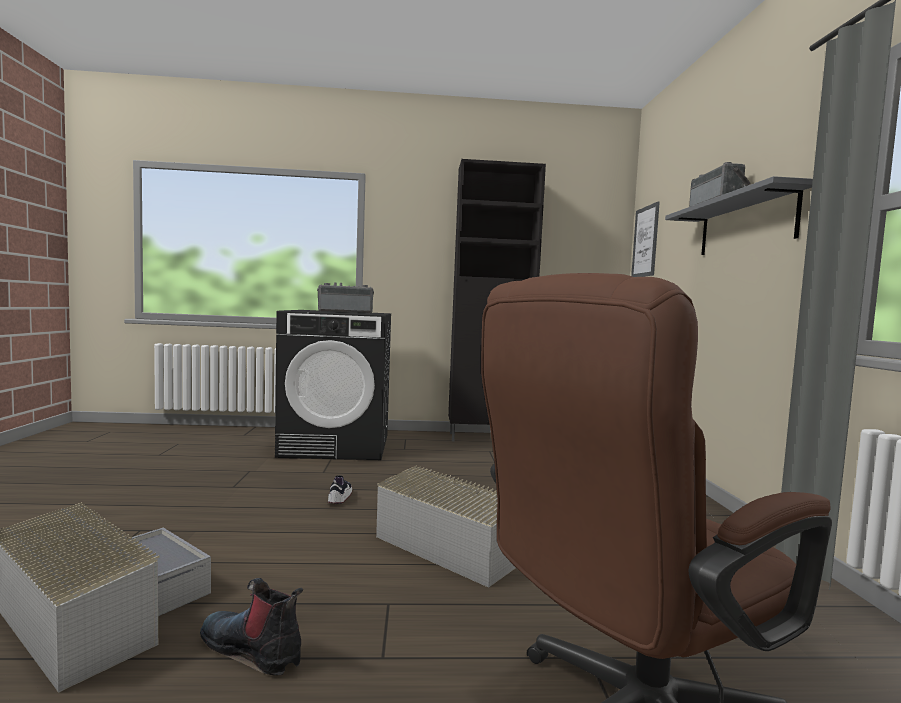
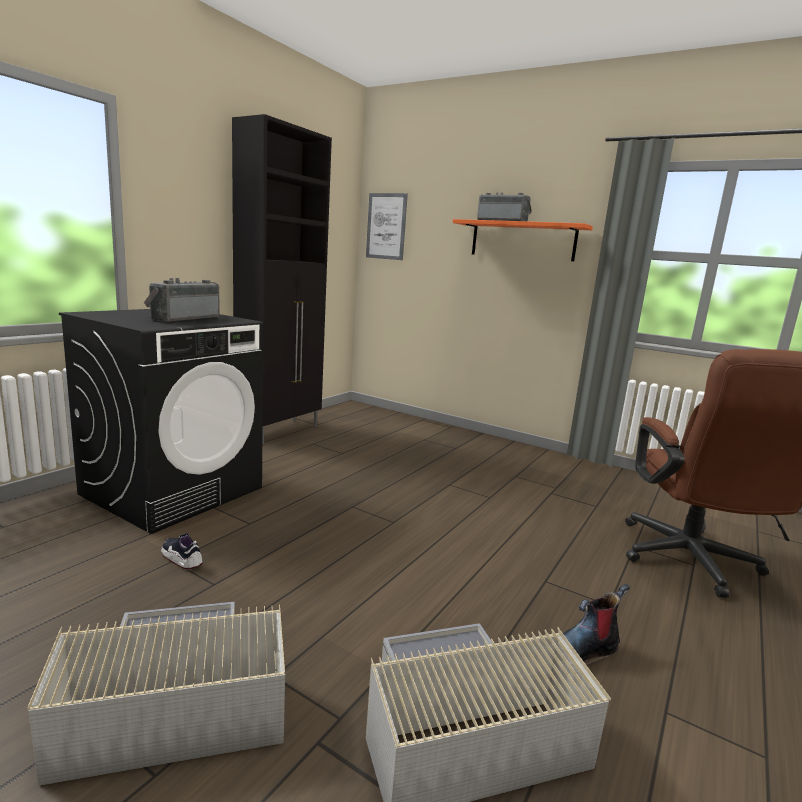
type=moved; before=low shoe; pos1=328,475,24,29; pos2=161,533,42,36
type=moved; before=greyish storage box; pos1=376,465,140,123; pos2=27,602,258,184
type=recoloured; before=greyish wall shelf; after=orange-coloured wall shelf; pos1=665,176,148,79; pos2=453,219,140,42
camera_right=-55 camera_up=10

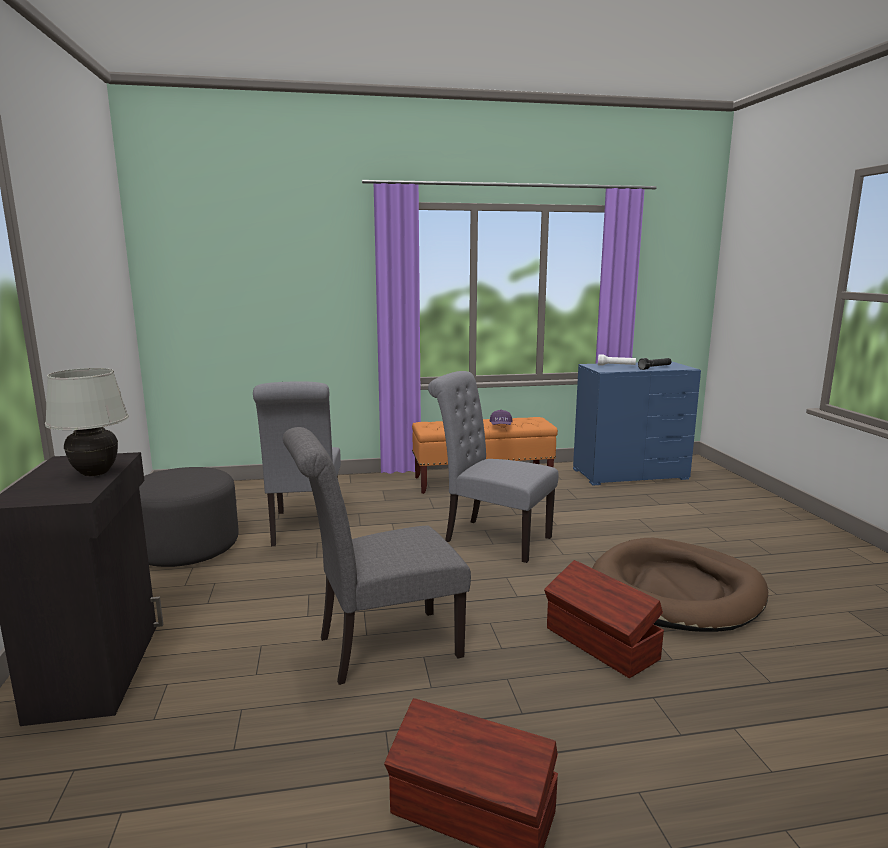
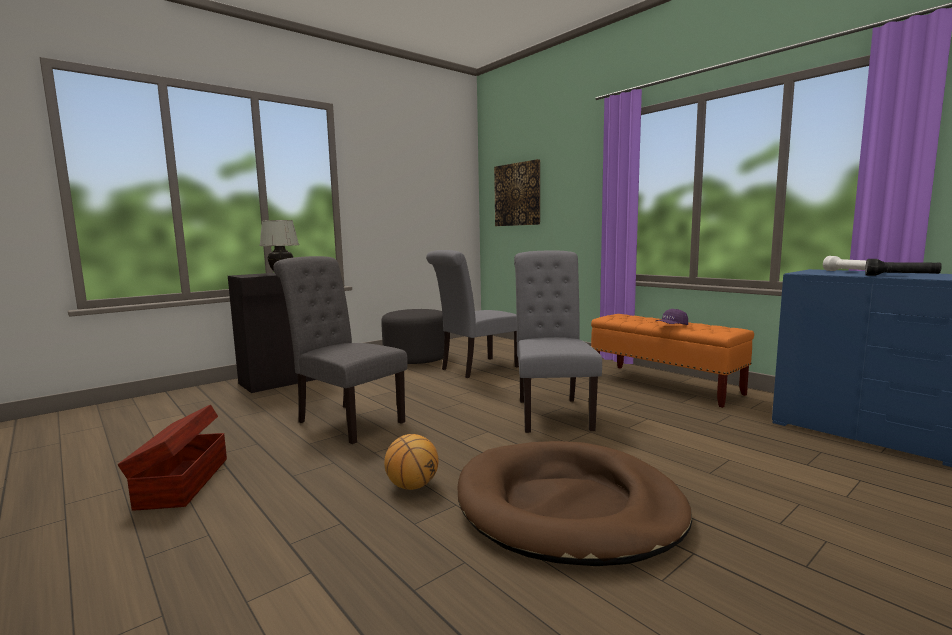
type=added; after=wall picture; pos2=494,159,46,67
type=replaced; before=brownish storage box; after=basketball; pos1=544,560,120,118; pos2=384,434,55,56
camera_right=60 camera_up=-5

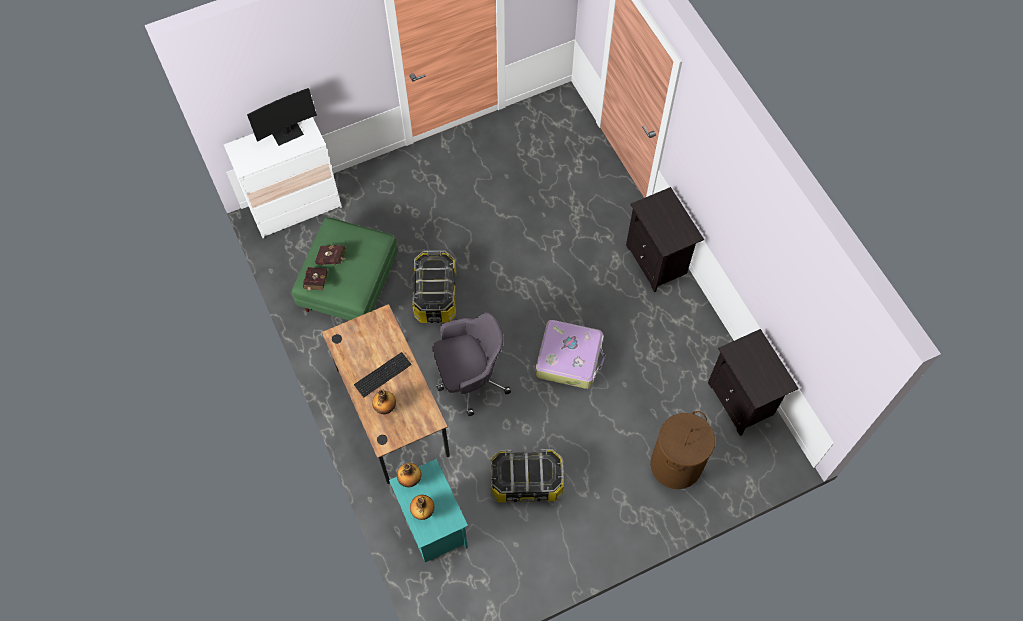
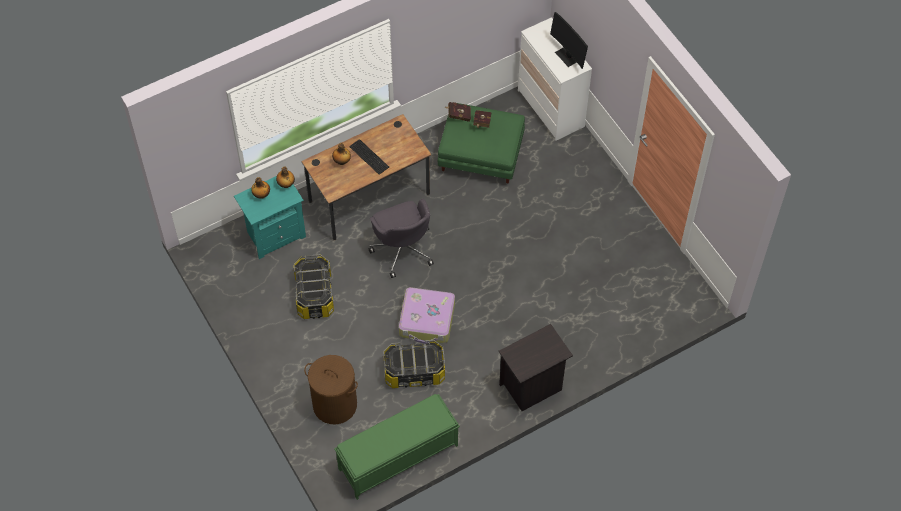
type=moved; before=storage box; pos1=412,250,44,73; pos2=383,340,62,48
type=replaced; before=black night table; after=green-coloured bench; pos1=708,329,91,107; pos2=334,394,126,106
camera_right=85 camera_up=-5

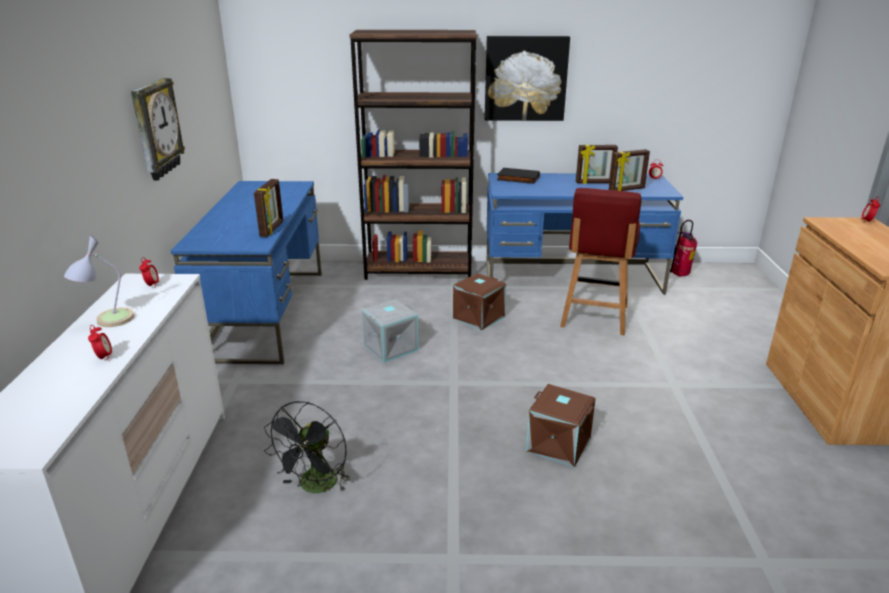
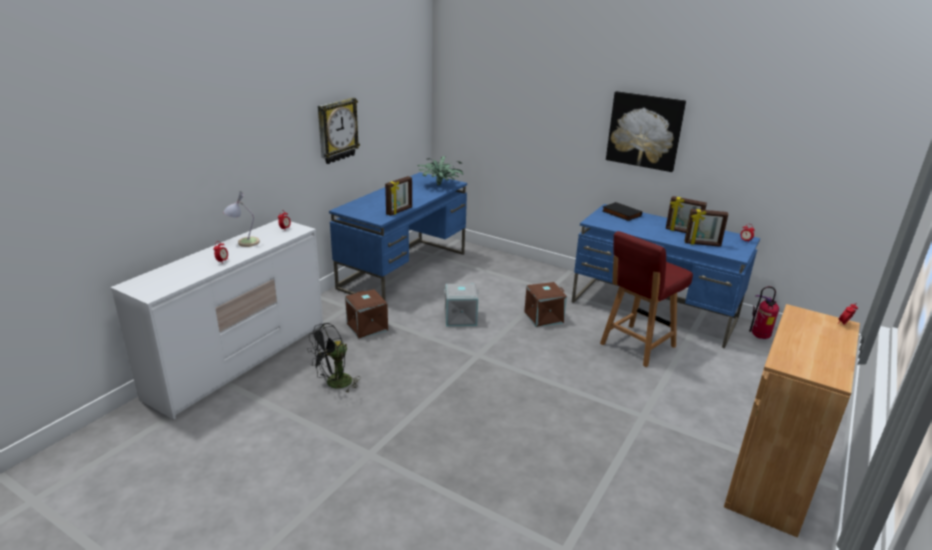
type=removed; before=brownish bookshelf; pos1=350,30,127,250
type=added; after=houseplant; pos2=418,156,45,30
type=moved; before=brownish storage box; pos1=526,384,70,83; pos2=345,289,43,50
camera_right=30 camera_up=0

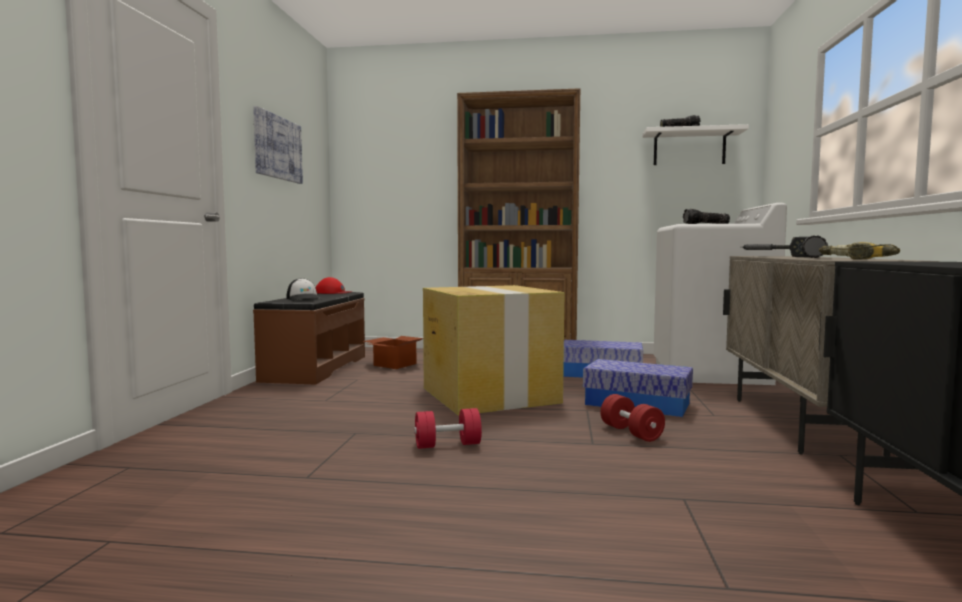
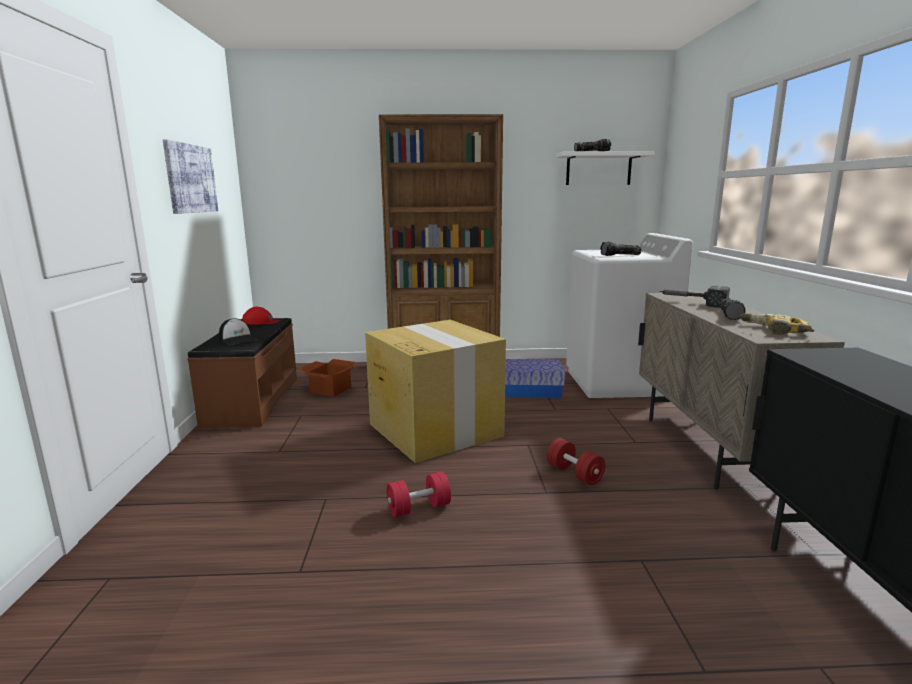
type=removed; before=storage box; pos1=583,359,110,58
camera_right=-10 camera_up=10

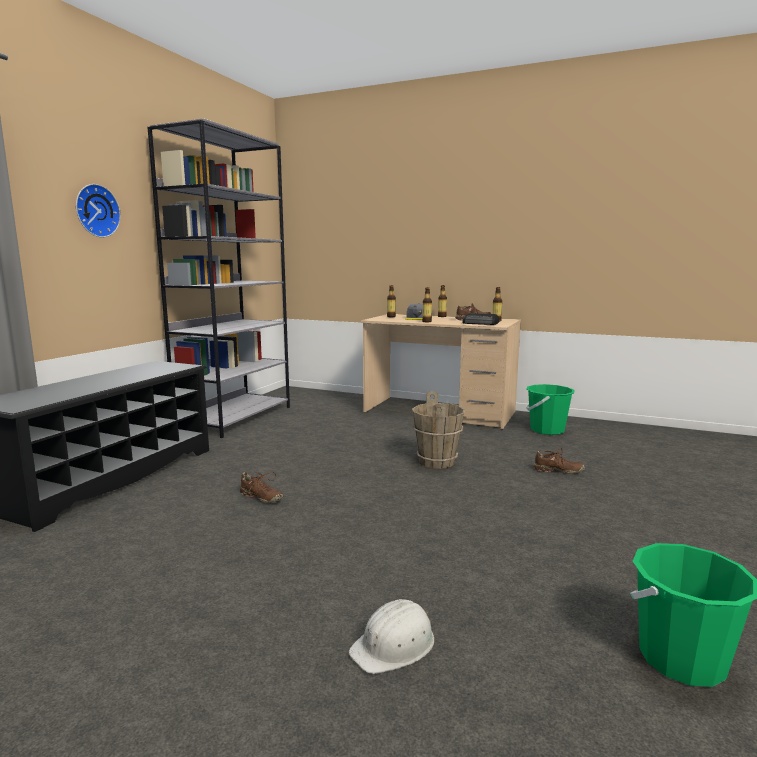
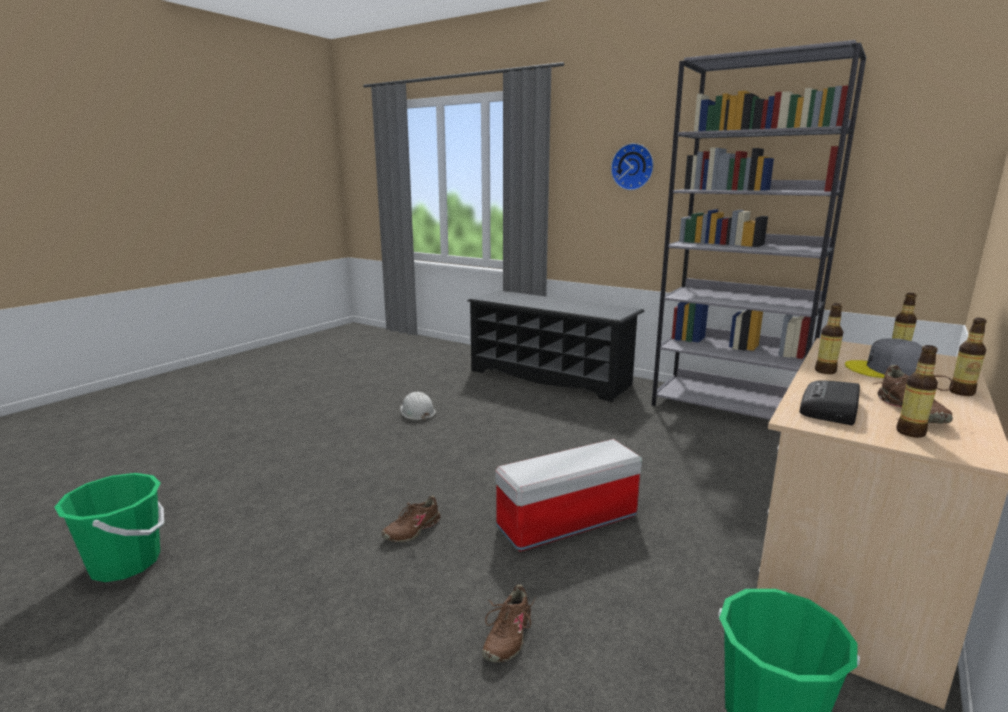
type=moved; before=brownish low shoe; pos1=239,472,44,31; pos2=381,495,60,47
type=moved; before=whitish work helmet; pos1=349,599,85,75; pos2=401,392,35,29
type=replaced; before=brownish water bucket; after=storage box; pos1=412,391,53,78; pos2=496,439,146,113
camera_right=100 camera_up=5

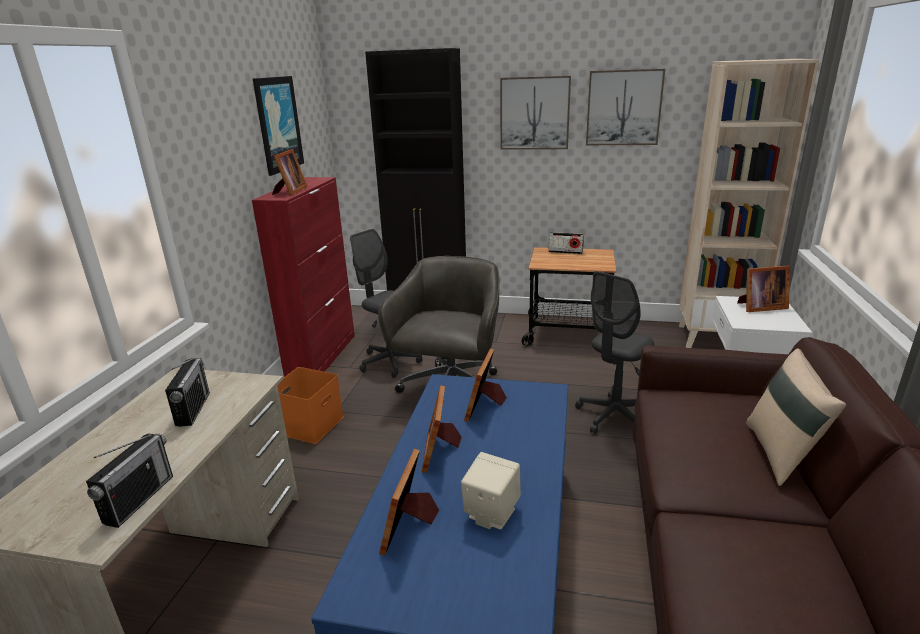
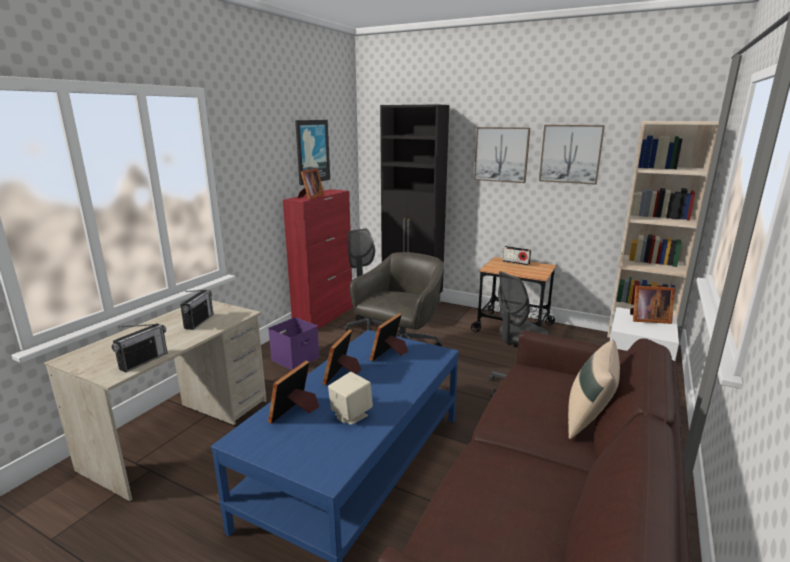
type=recoloured; before=orange-coloured storage box; after=purple storage box; pos1=278,367,66,77; pos2=268,317,52,53
camera_right=15 camera_up=-5

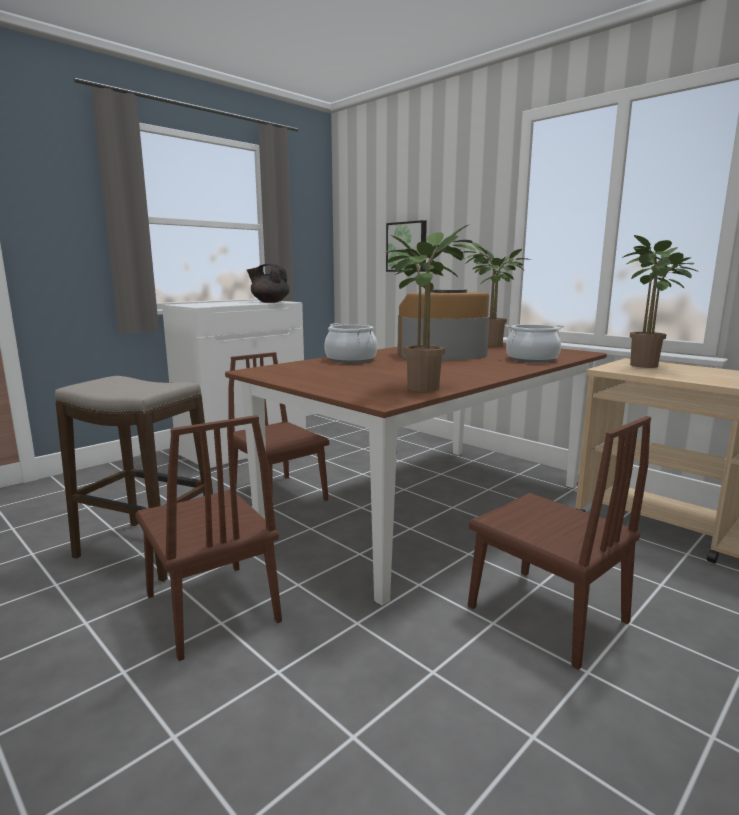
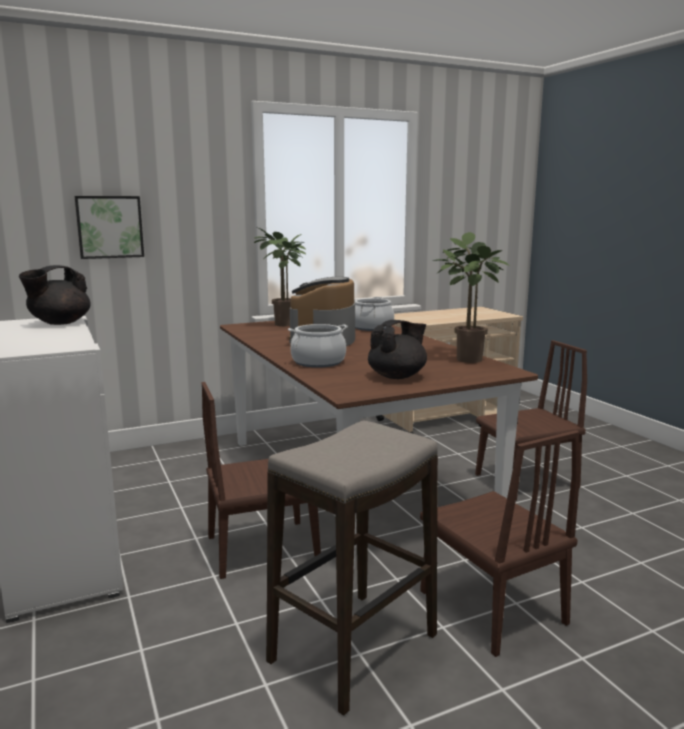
type=removed; before=houseplant; pos1=622,235,77,133
type=added; after=black tea pot; pos2=368,320,59,59
type=turned; before=brownish plain chair; pos1=135,415,147,246; pos2=420,430,160,227; turn=75
camera_right=-70 camera_up=0

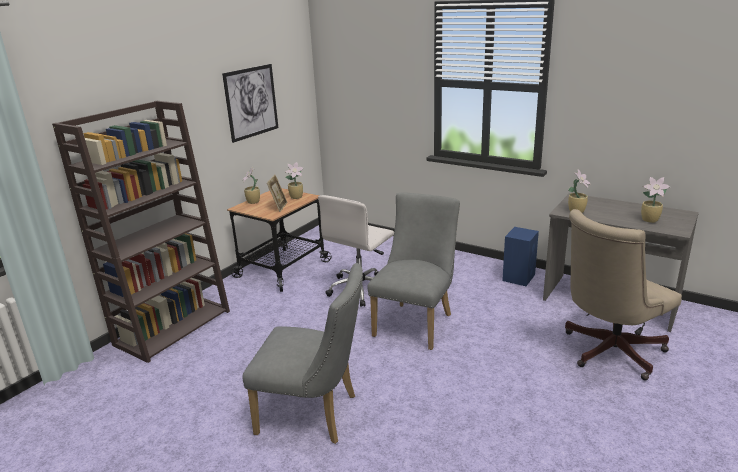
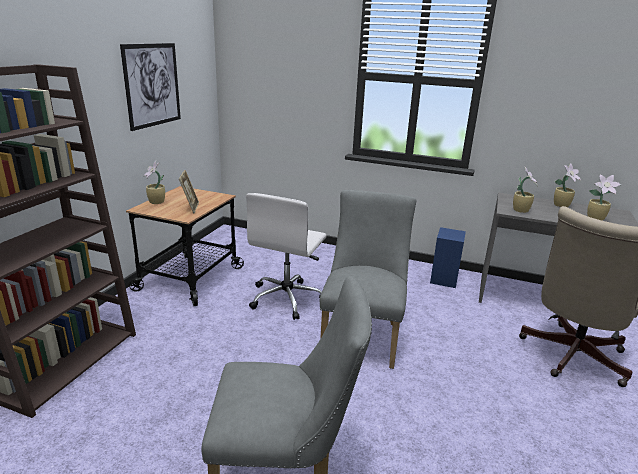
type=moved; before=houseplant; pos1=285,162,19,37; pos2=554,163,27,44
camera_right=-15 camera_up=0

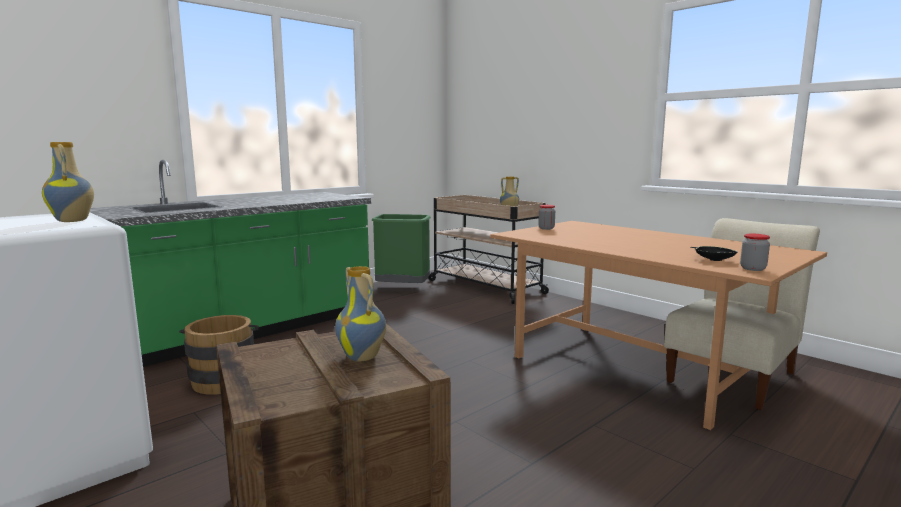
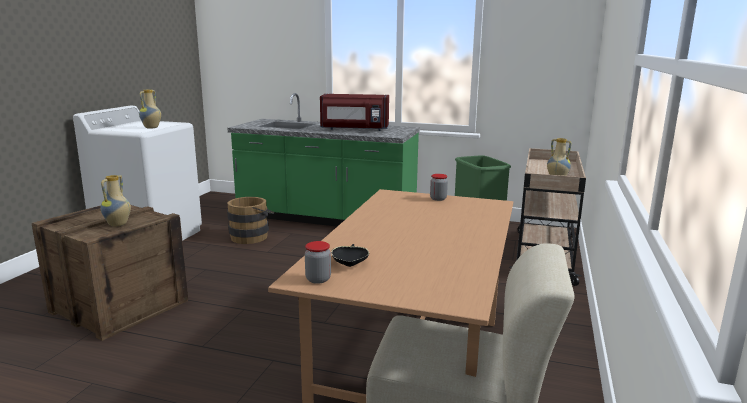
type=added; after=red microwave; pos2=320,94,69,37
camera_right=60 camera_up=5

